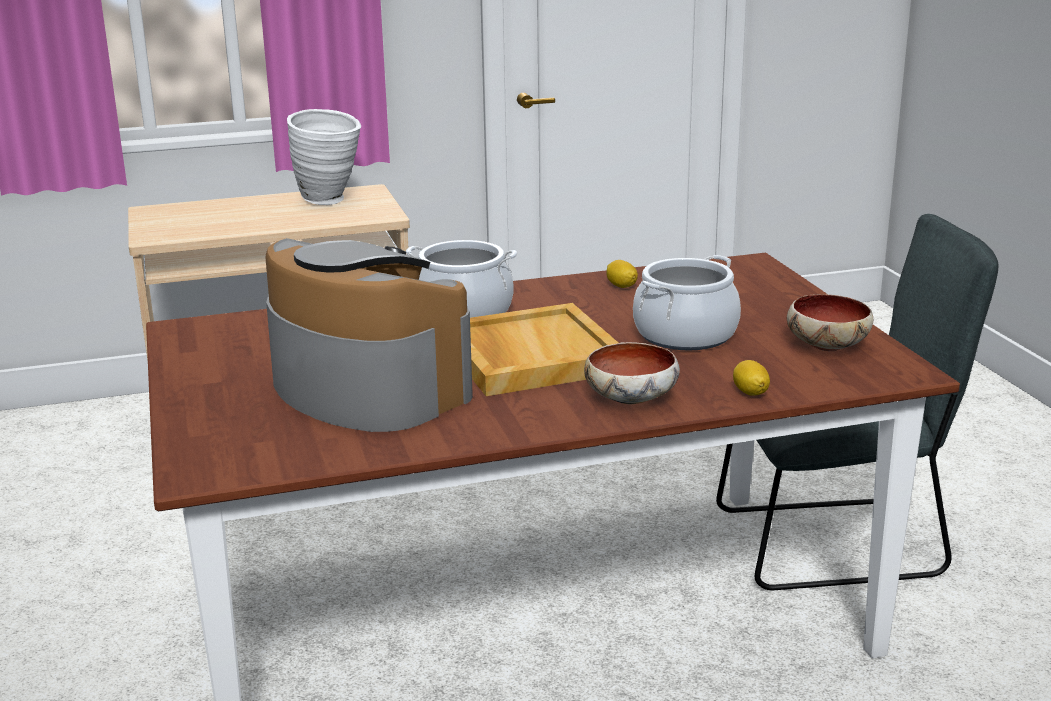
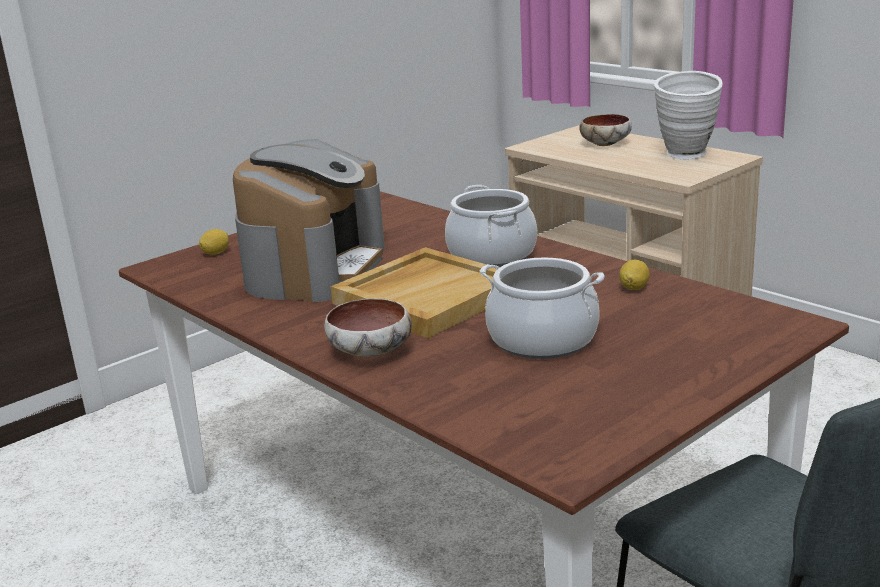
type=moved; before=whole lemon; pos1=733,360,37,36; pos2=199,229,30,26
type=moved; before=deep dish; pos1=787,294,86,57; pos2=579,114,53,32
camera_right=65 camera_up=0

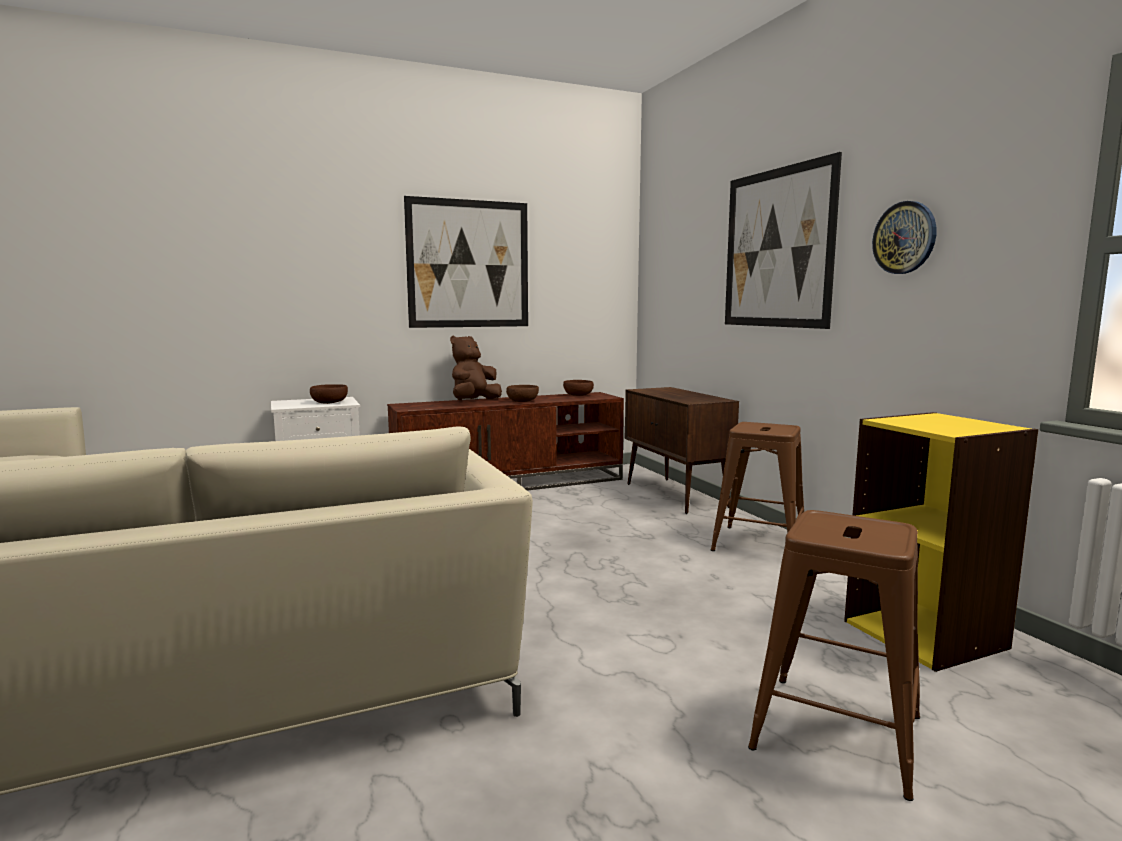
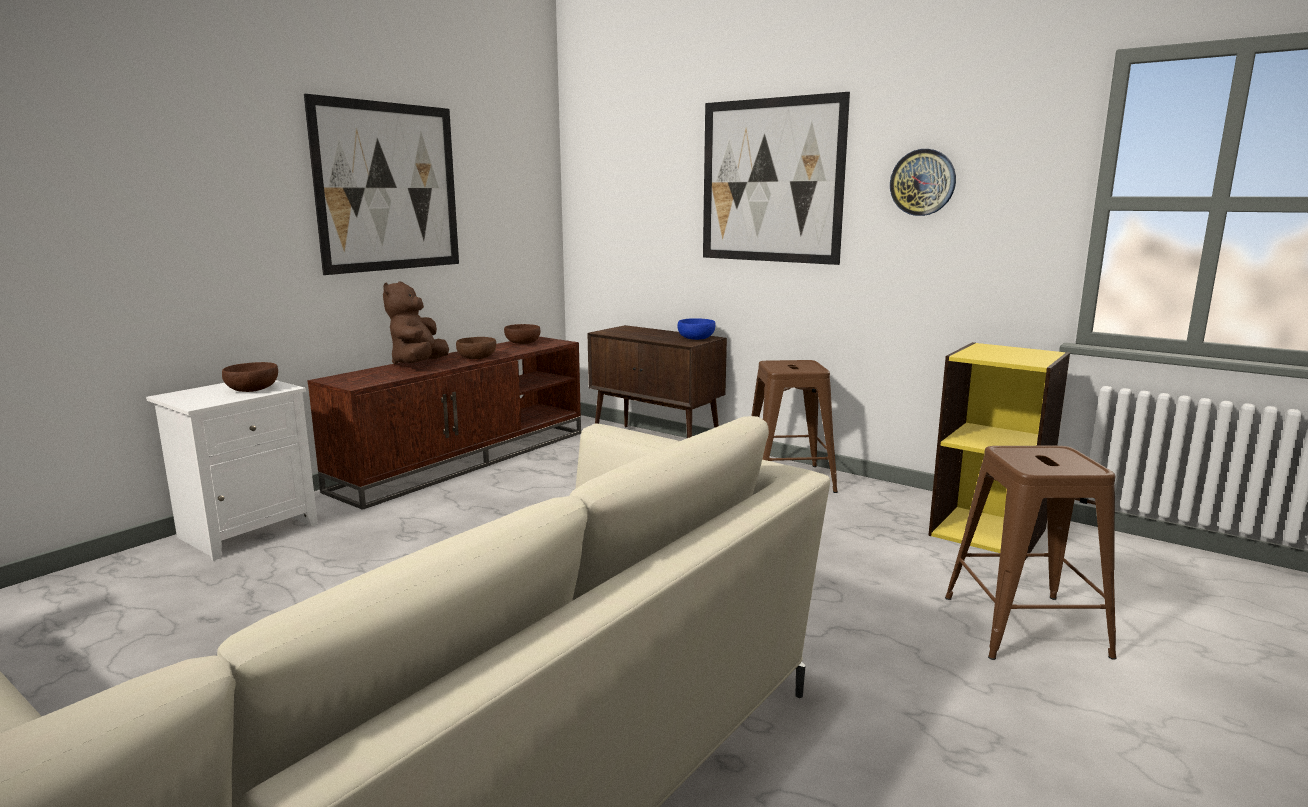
type=added; after=blue deep dish; pos2=678,318,38,22
camera_right=-30 camera_up=5

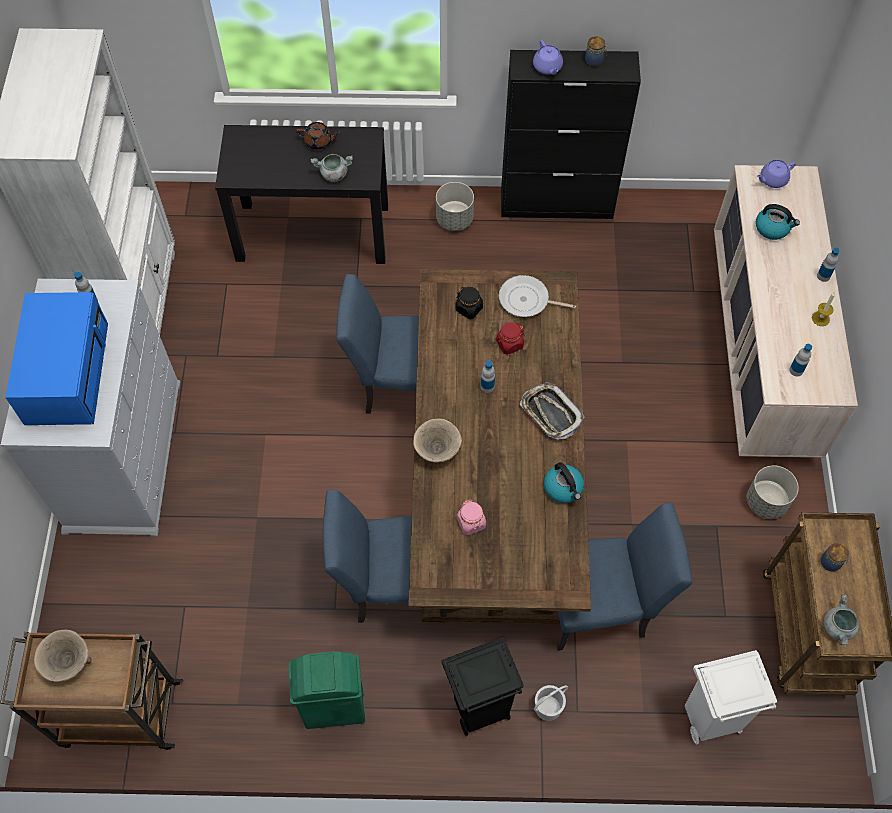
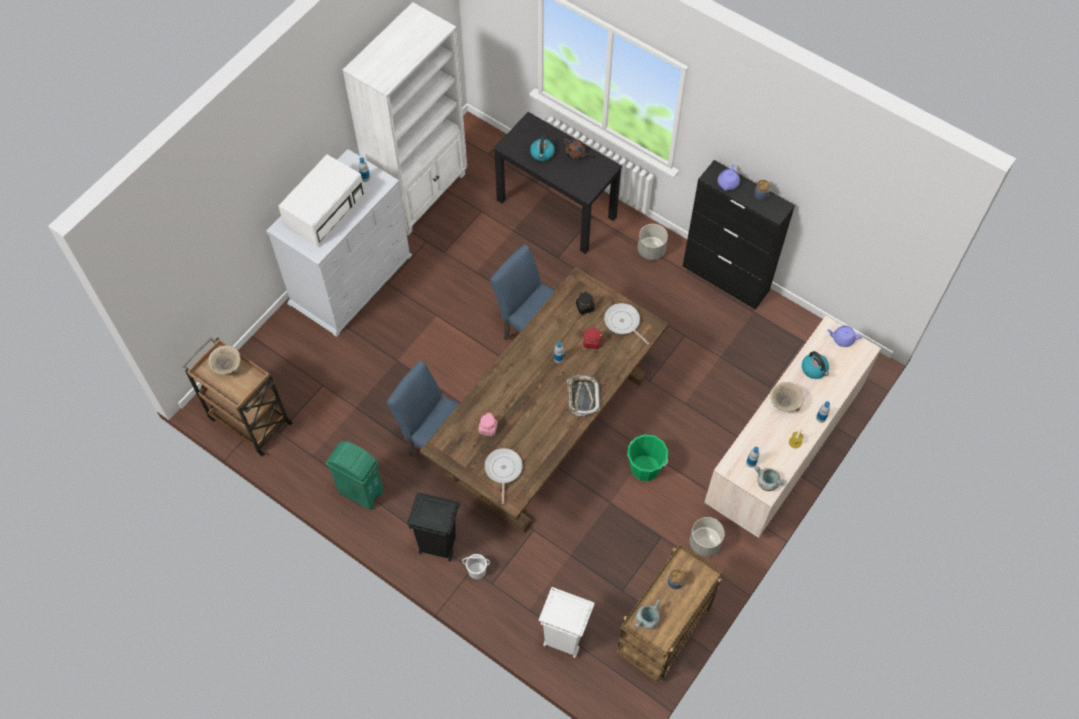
type=removed; before=blue plain chair; pos1=557,502,135,149
type=added; after=frying pan; pos2=484,448,39,56
type=added; after=green-coloured water bucket; pos2=627,434,41,47
type=moved; before=greyish stockpot; pos1=311,154,42,28; pos2=754,465,32,26
type=moved; before=beige deep dish; pos1=413,418,49,44; pos2=770,382,34,30
type=moved; before=kettle; pos1=544,462,40,41; pos2=530,135,25,26
type=recoloured; before=blue microwave; after=whitish microwave; pos1=5,292,103,133; pos2=278,155,87,92
camera_right=35 camera_up=0

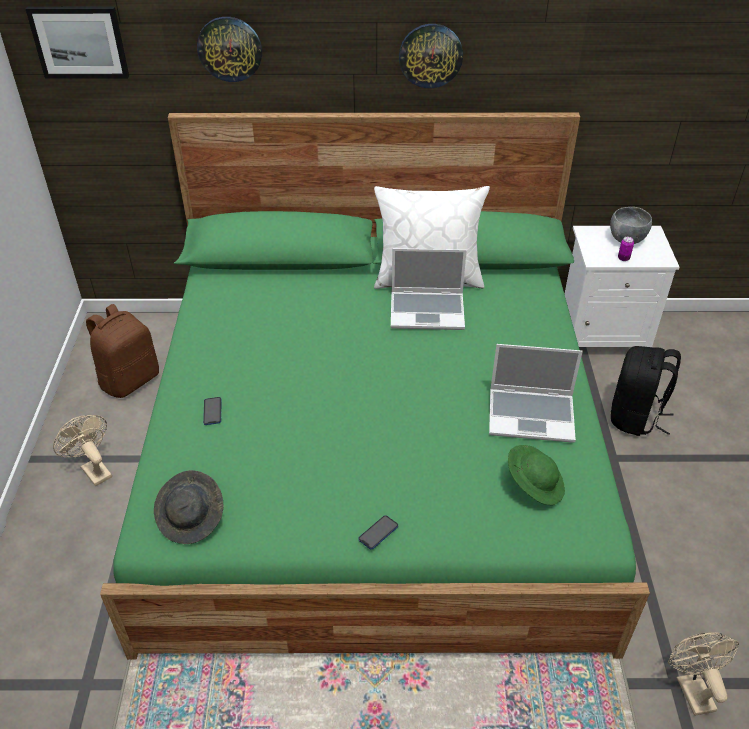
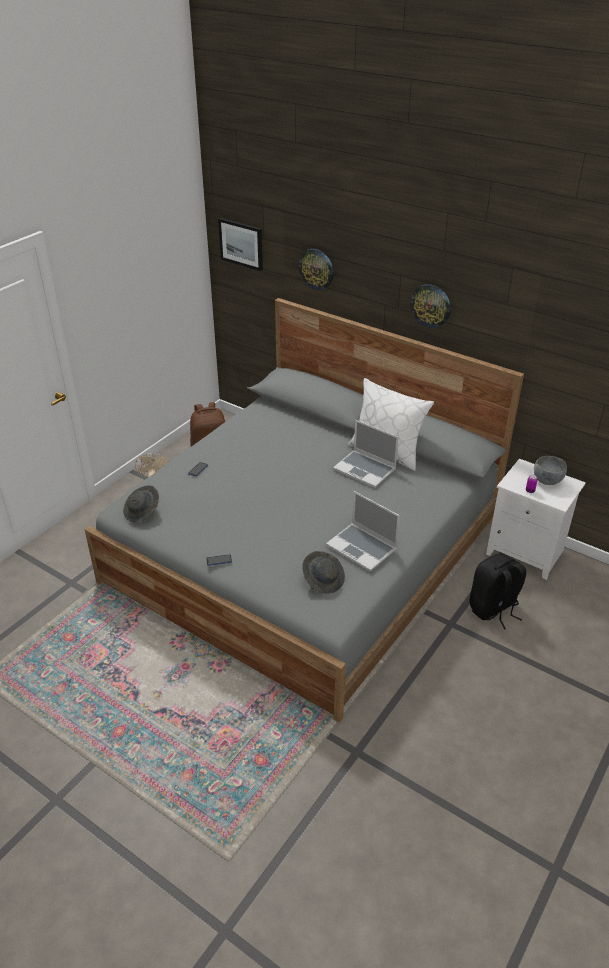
type=removed; before=beige fan; pos1=668,632,71,84
type=recoloured; before=green-coloured bedroom bed; after=greyish bedroom bed; pos1=100,113,550,547; pos2=85,298,439,425
type=recoloured; before=green-coloured clothing hat; after=greyish clothing hat; pos1=508,445,57,60; pos2=302,551,43,43
camera_right=35 camera_up=-5

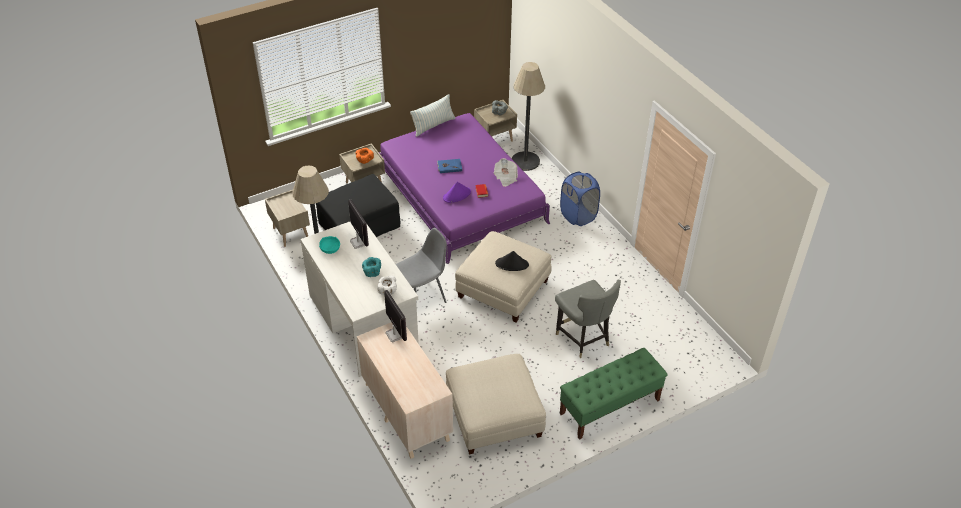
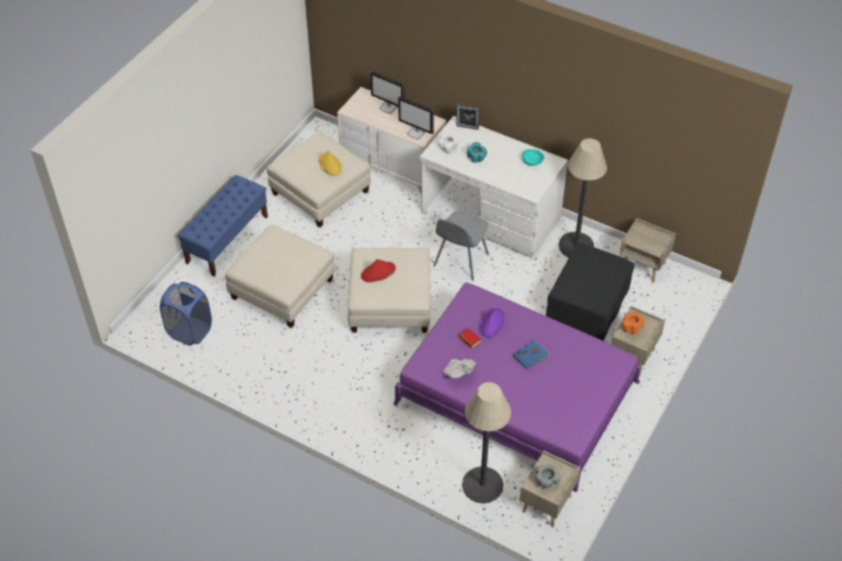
type=removed; before=throw pillow; pos1=410,94,45,43
type=added; after=yellowish clothing hat; pos2=318,150,24,26
type=added; after=photo frame; pos2=457,105,22,25
type=moved; before=computer screen; pos1=348,199,21,50; pos2=370,71,35,43
type=moved; before=blue hamper; pos1=560,172,40,54; pos2=160,282,52,64
type=replaced; before=greyish plain chair; after=beige ottoman; pos1=555,280,66,78; pos2=225,225,110,103
type=recoloured; before=black clothing hat; after=red clothing hat; pos1=495,251,34,20; pos2=361,259,35,23
type=recoloured; before=green-coloured bench; after=blue bench; pos1=560,348,108,92; pos2=178,175,90,102
camera_right=150 camera_up=5

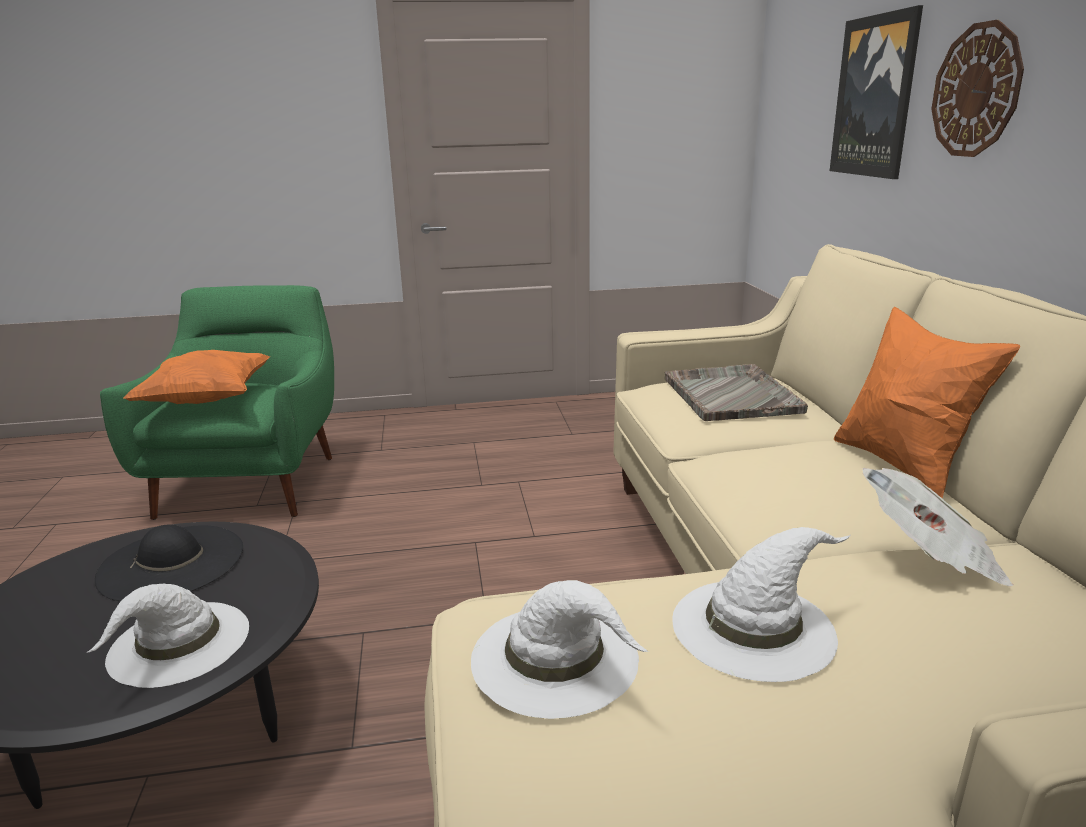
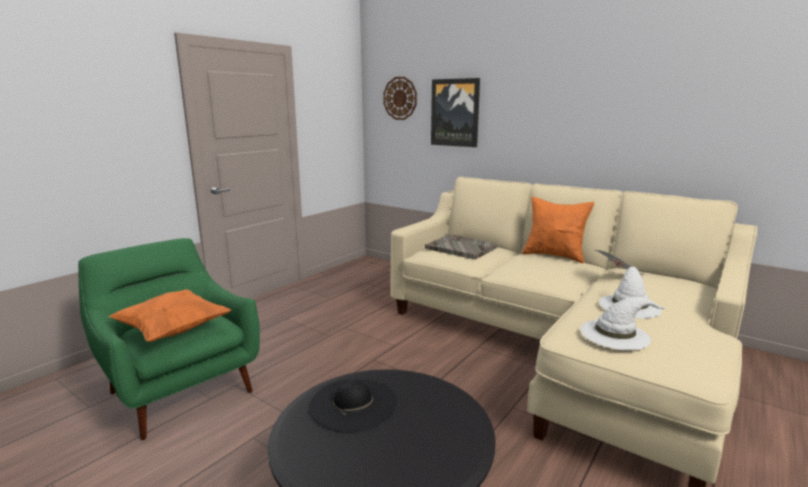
type=removed; before=whitish clothing hat; pos1=86,584,163,104
type=moved; before=hanging clock; pos1=931,20,93,137; pos2=383,77,34,43
camera_right=-45 camera_up=-5

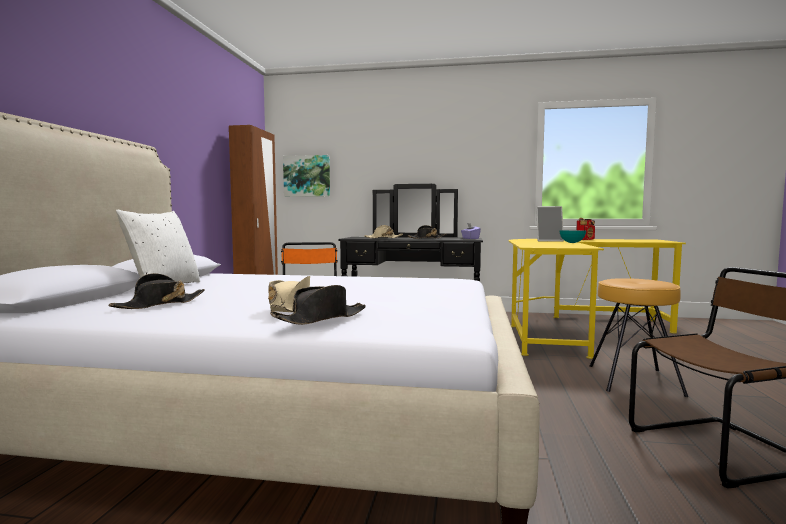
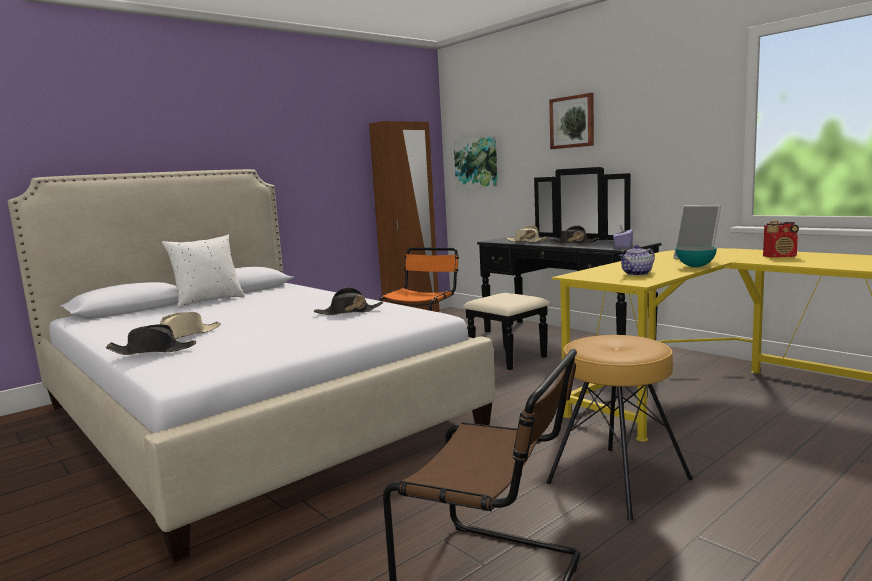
type=added; after=wall picture; pos2=549,93,45,56
type=added; after=tea pot; pos2=619,245,36,31
type=moved; before=black clothing hat; pos1=108,273,97,36; pos2=314,287,69,28
camera_right=40 camera_up=5

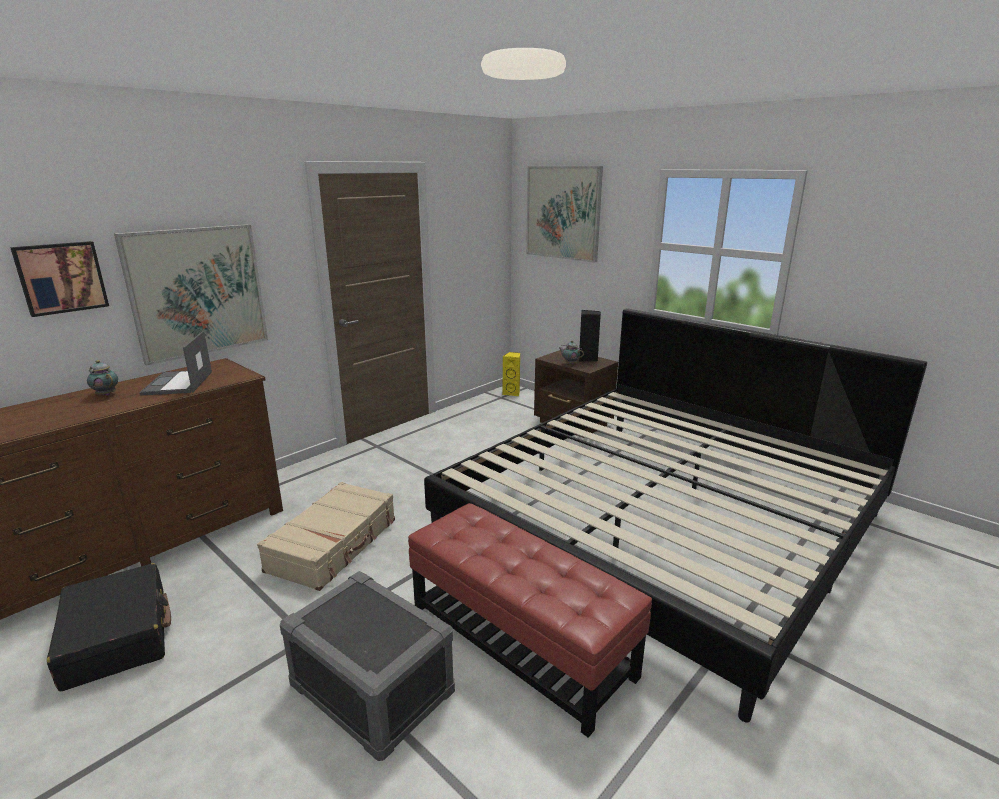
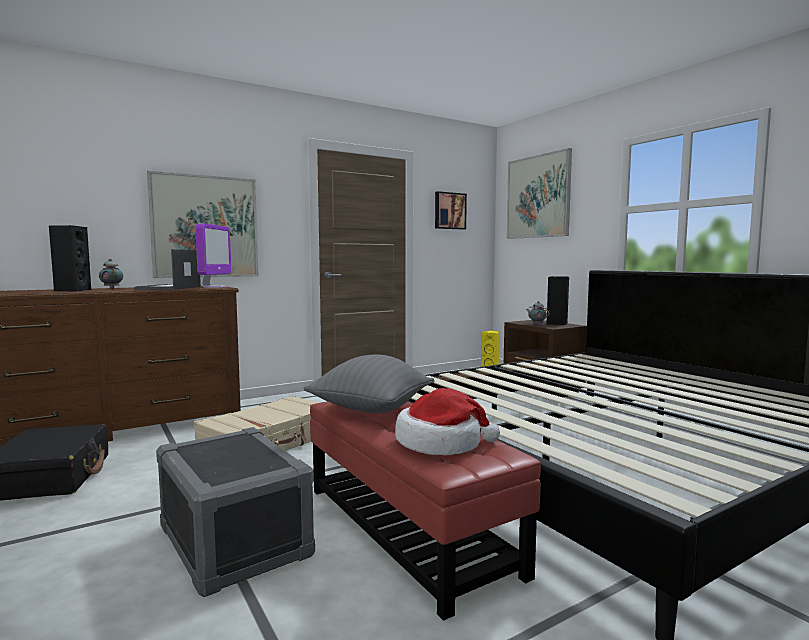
type=added; after=black audio speaker; pos2=49,225,42,66
type=added; after=computer screen; pos2=196,223,35,65
type=added; after=greyish throw pillow; pos2=304,355,131,58
type=added; after=clothing hat; pos2=395,388,105,67
type=moved; before=wall picture; pos1=10,241,99,76; pos2=435,191,32,39
camera_right=15 camera_up=-15

